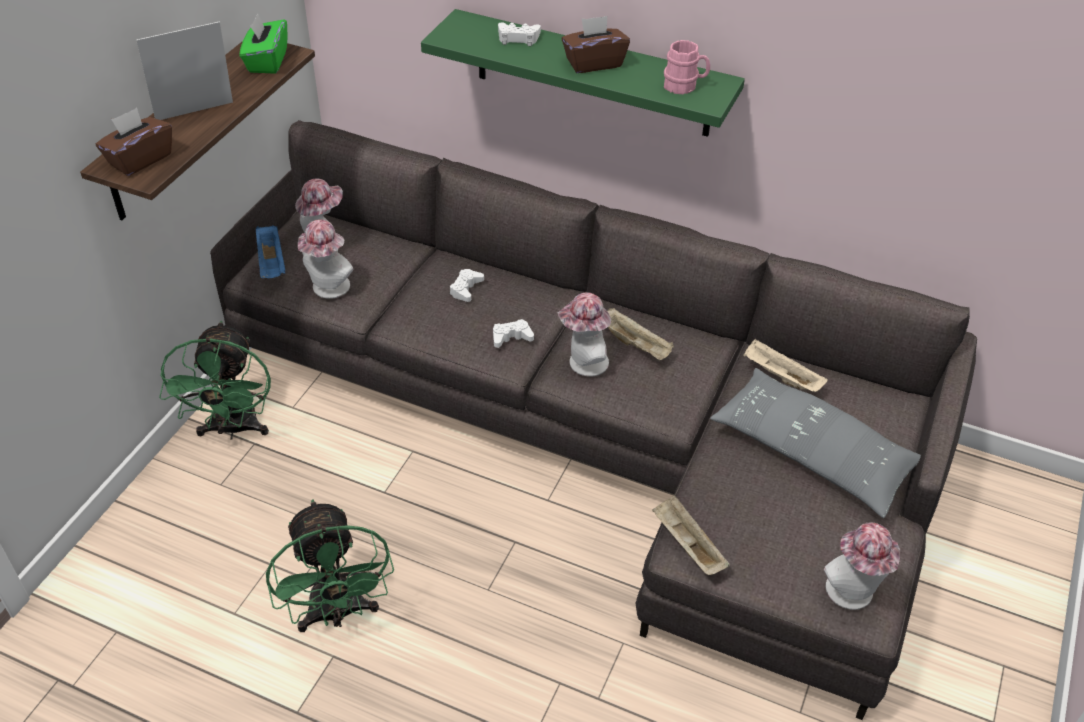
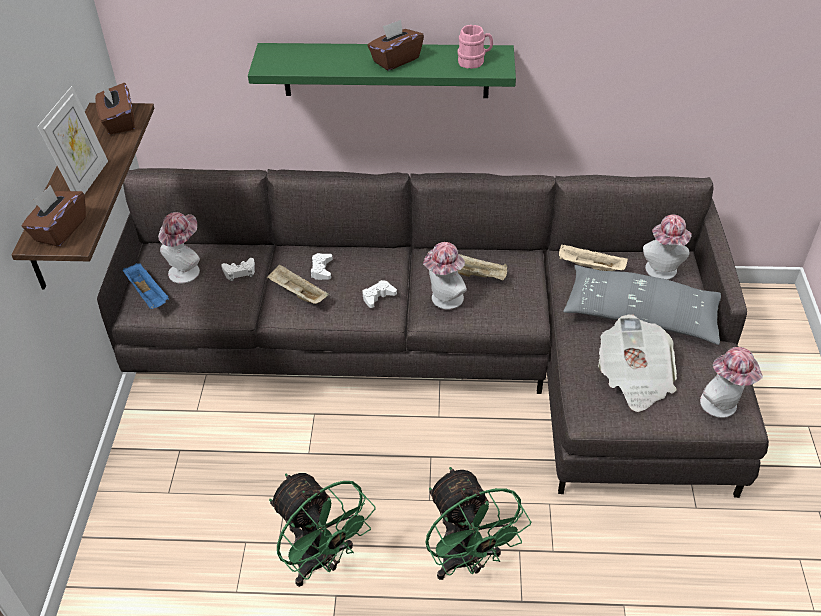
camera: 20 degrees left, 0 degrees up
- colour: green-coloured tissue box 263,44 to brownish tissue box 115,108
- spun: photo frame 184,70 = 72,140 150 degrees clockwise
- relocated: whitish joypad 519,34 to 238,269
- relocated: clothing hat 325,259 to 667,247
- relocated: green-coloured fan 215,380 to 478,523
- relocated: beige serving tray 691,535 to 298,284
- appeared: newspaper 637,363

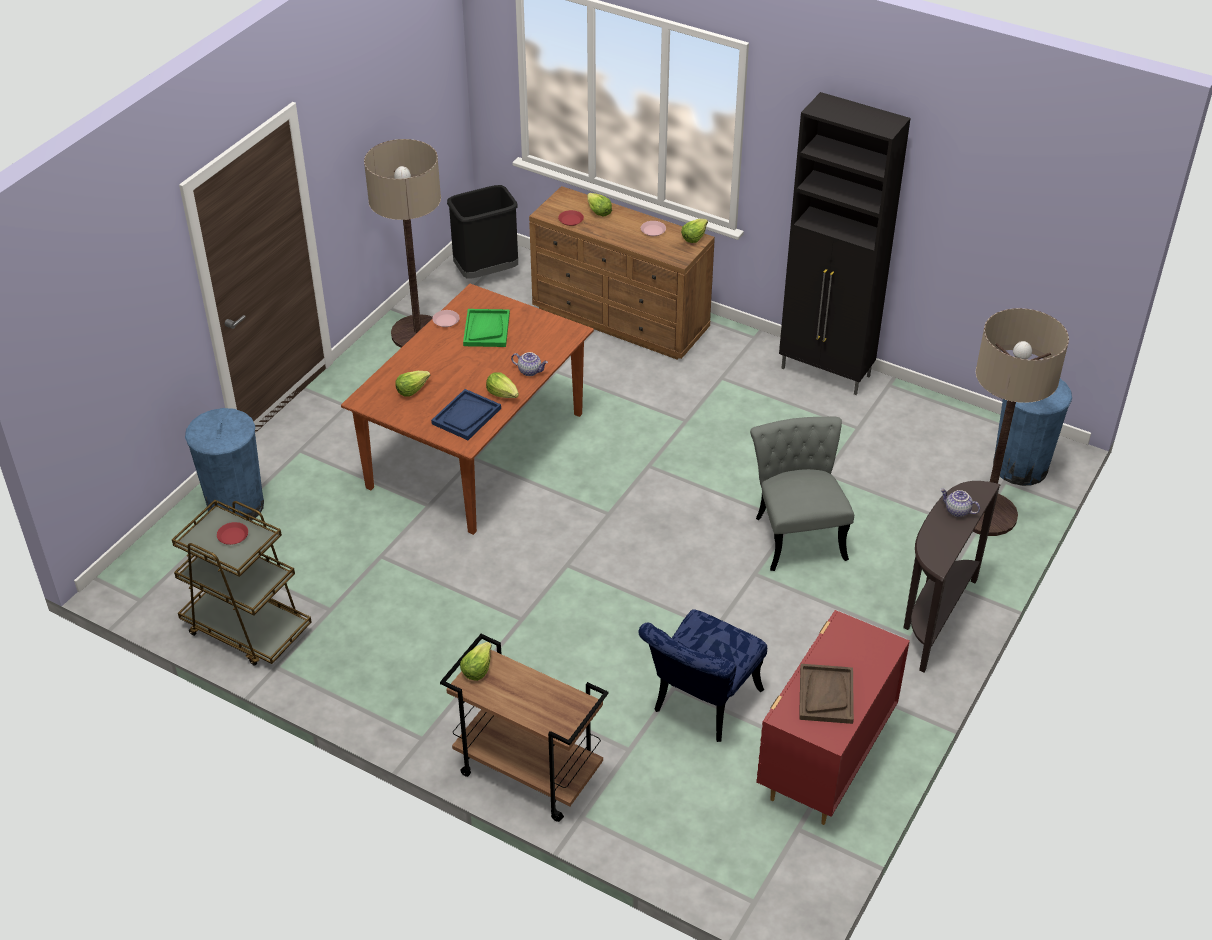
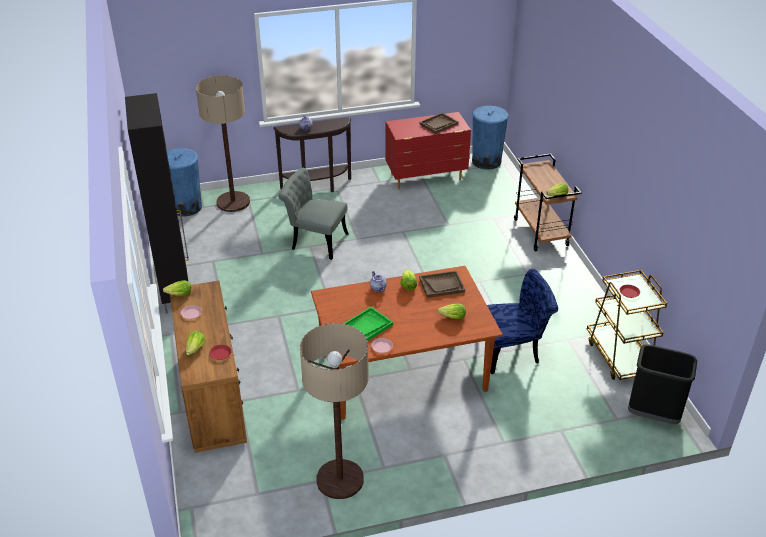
camera: 135 degrees left, 5 degrees down
- relocated: black-coloured trash can 482,232 to 662,384
- colour: blue-coloured serving tray 466,414 to brownish serving tray 442,284
- relocated: blue-coloured trash can 224,464 to 490,138
- spun: greyish chair 802,494 = 313,214 75 degrees clockwise
- relocated: blue-coloured chair 702,675 to 522,321

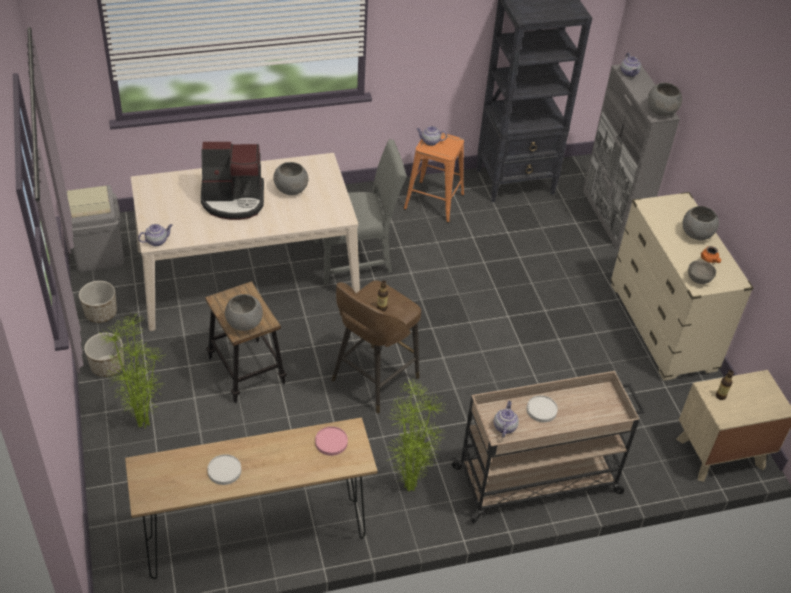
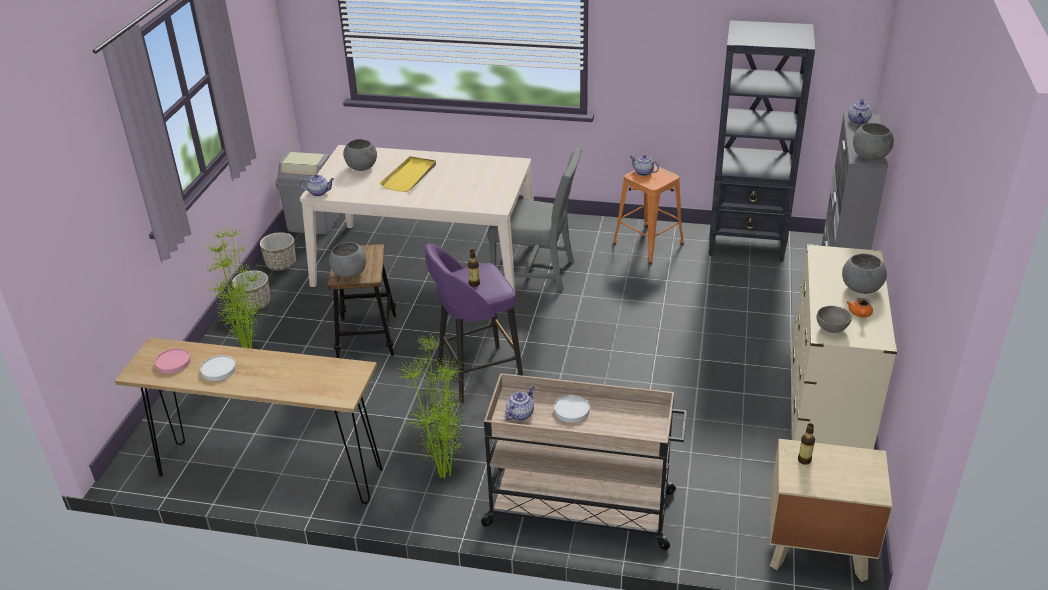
camera: 30 degrees right, 10 degrees down
- exchanged: coffee maker 232,181 to yellow-coloured serving tray 408,174
- relocated: greyish serving bowl 290,178 to 360,155
- colour: brownish stool 376,346 to purple stool 474,323
- relocated: pink-coloured dinner plate 331,441 to 173,361

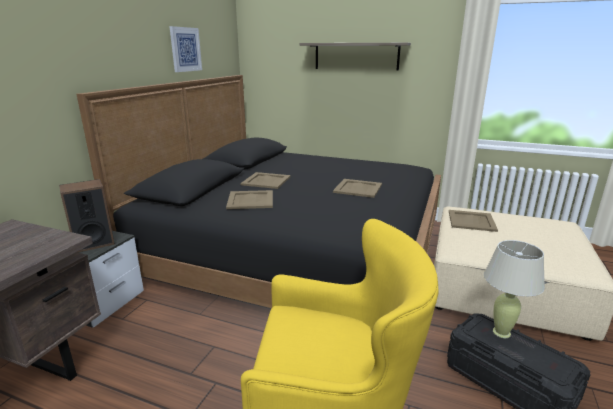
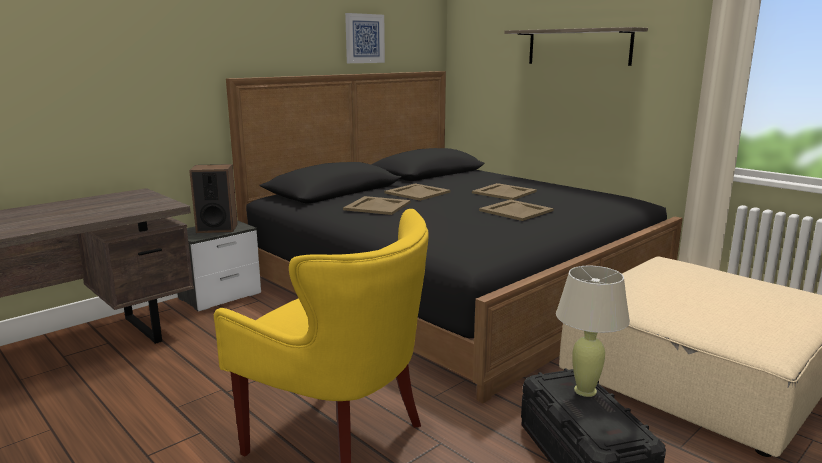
camera: 25 degrees right, 5 degrees down
- relocated: beige serving tray 473,221 to 504,191

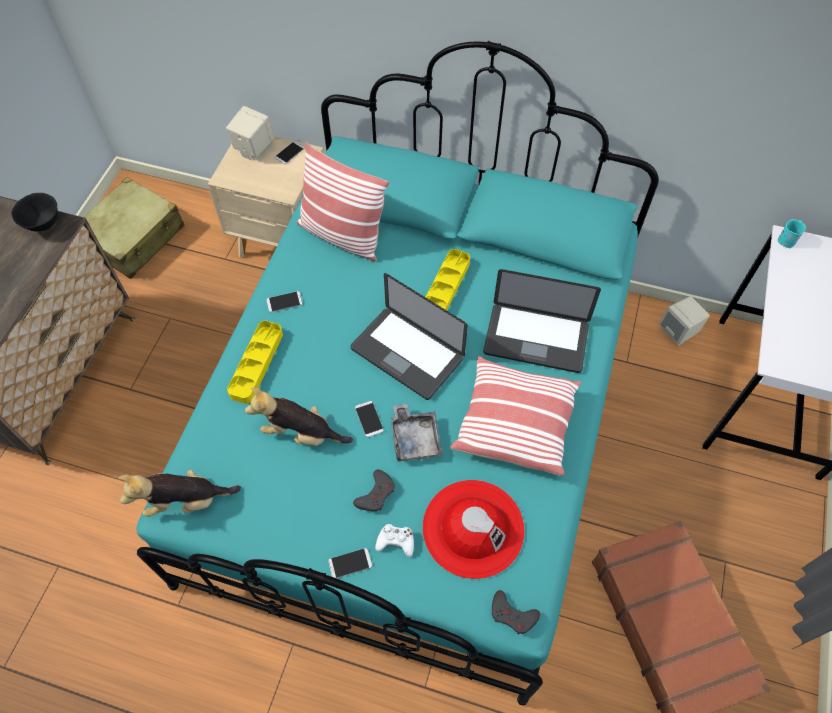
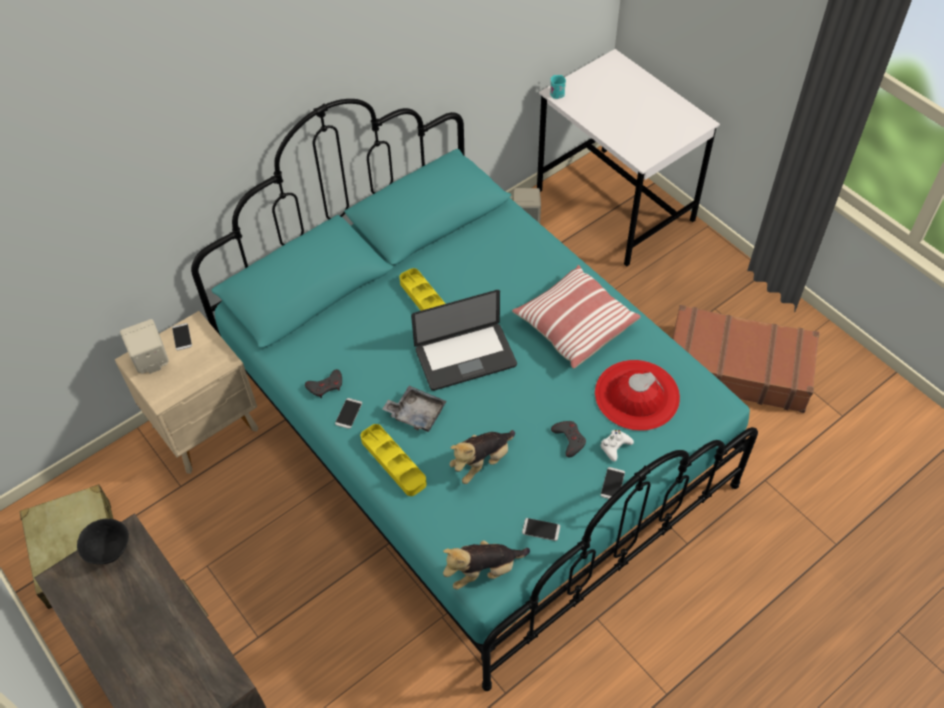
camera: 55 degrees left, 5 degrees down
- missing: throw pillow 343,201
- missing: laptop 542,321
- relocated: phone 369,419 to 541,529
- relocated: greyish serving tray 416,432 to 414,409
- spun: cuddly toy 180,493 = 486,565 45 degrees clockwise
- relocated: greyish joypad 516,612 to 323,383

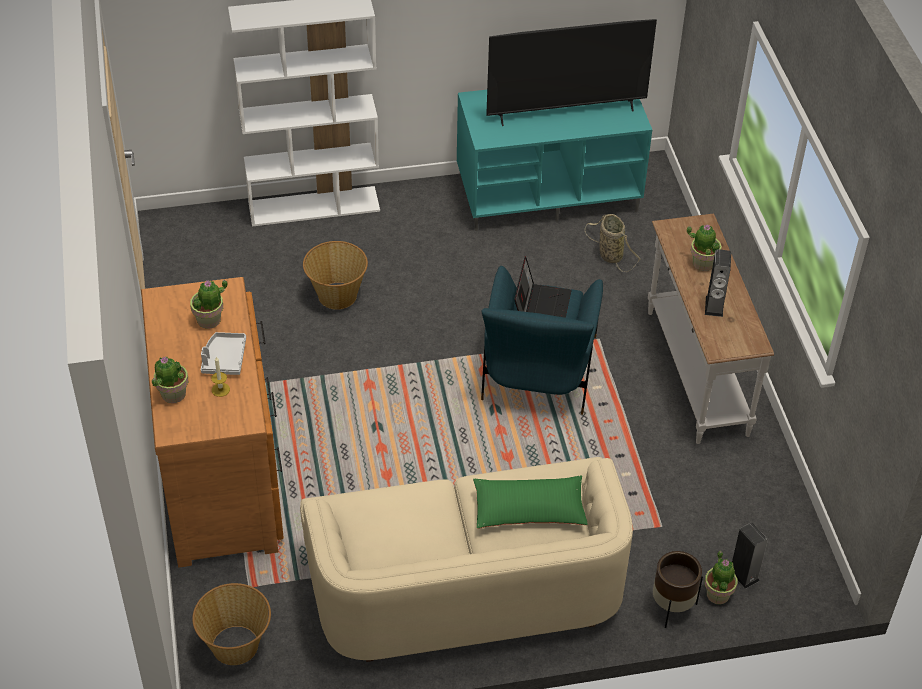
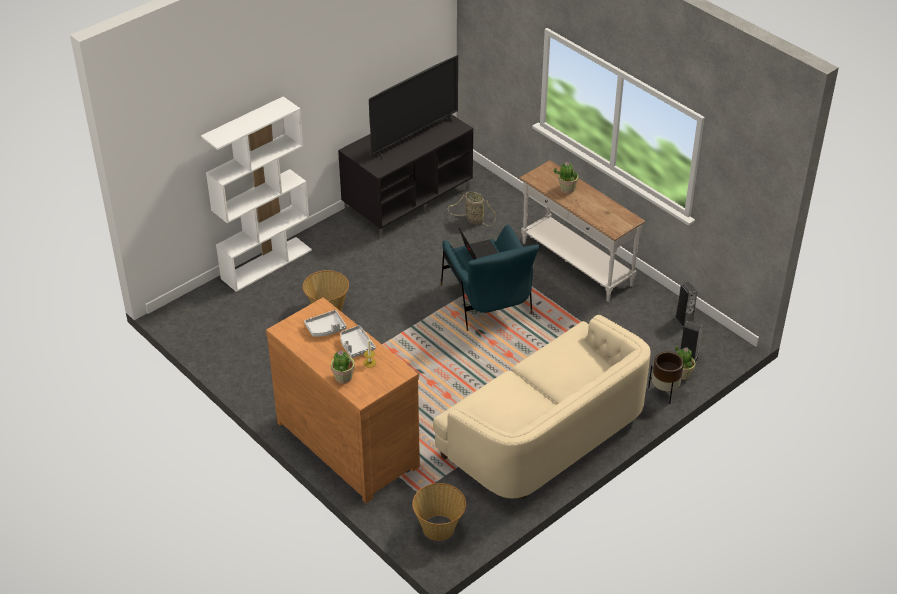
camera: 30 degrees left, 5 degrees down
- colour: blue-green tv stand 554,160 to black-coloured tv stand 405,176
- relocated: speaker 718,283 to 686,304
- exchanged: potted plant 208,304 to greyish serving tray 325,323
- missing: green-coloured throw pillow 530,502

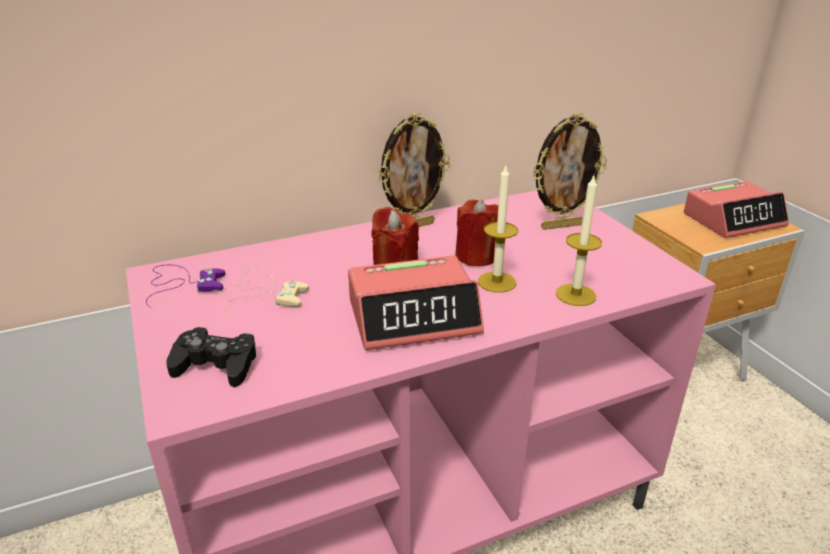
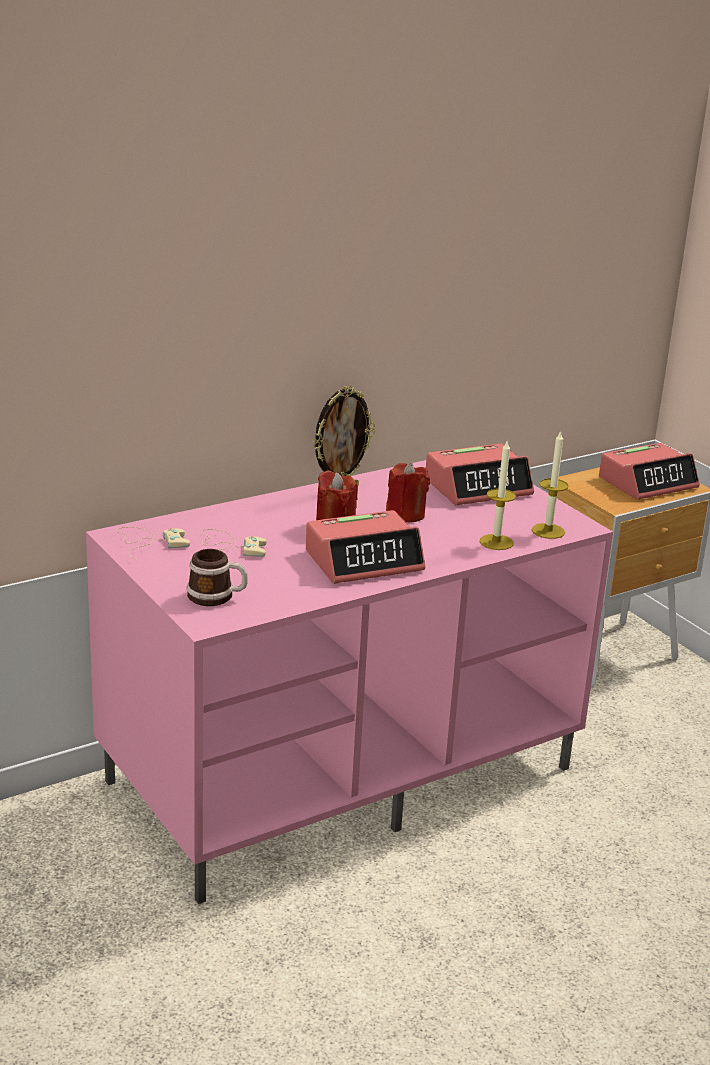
camera: 10 degrees left, 5 degrees down
- exchanged: photo frame 570,171 to bedside clock 480,474
- relocated: wax light 498,229 to 550,484
- colour: purple joypad 185,286 to beige joypad 153,543
- exchanged: black-coloured joypad 211,357 to tea mug 217,577

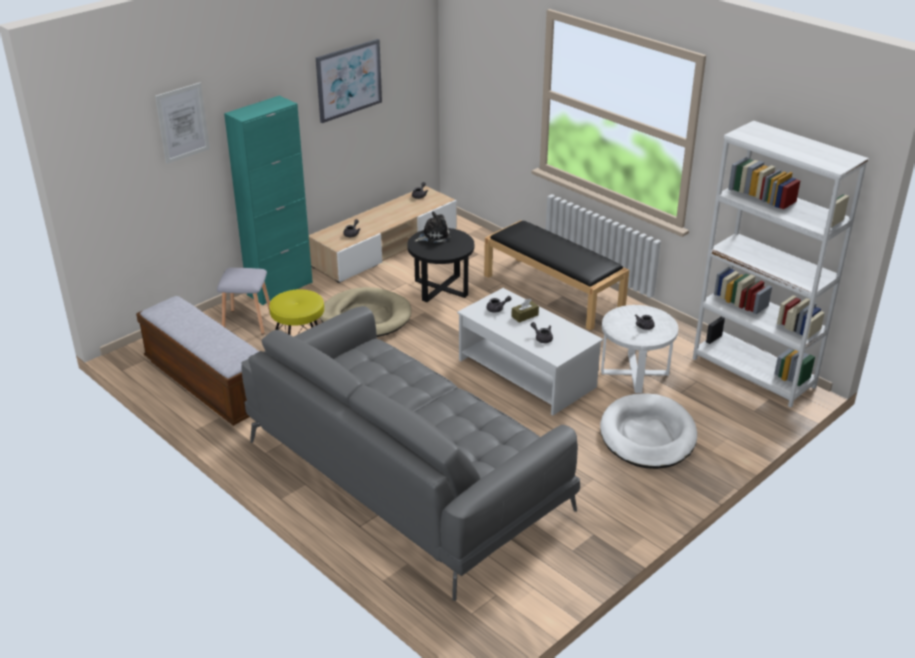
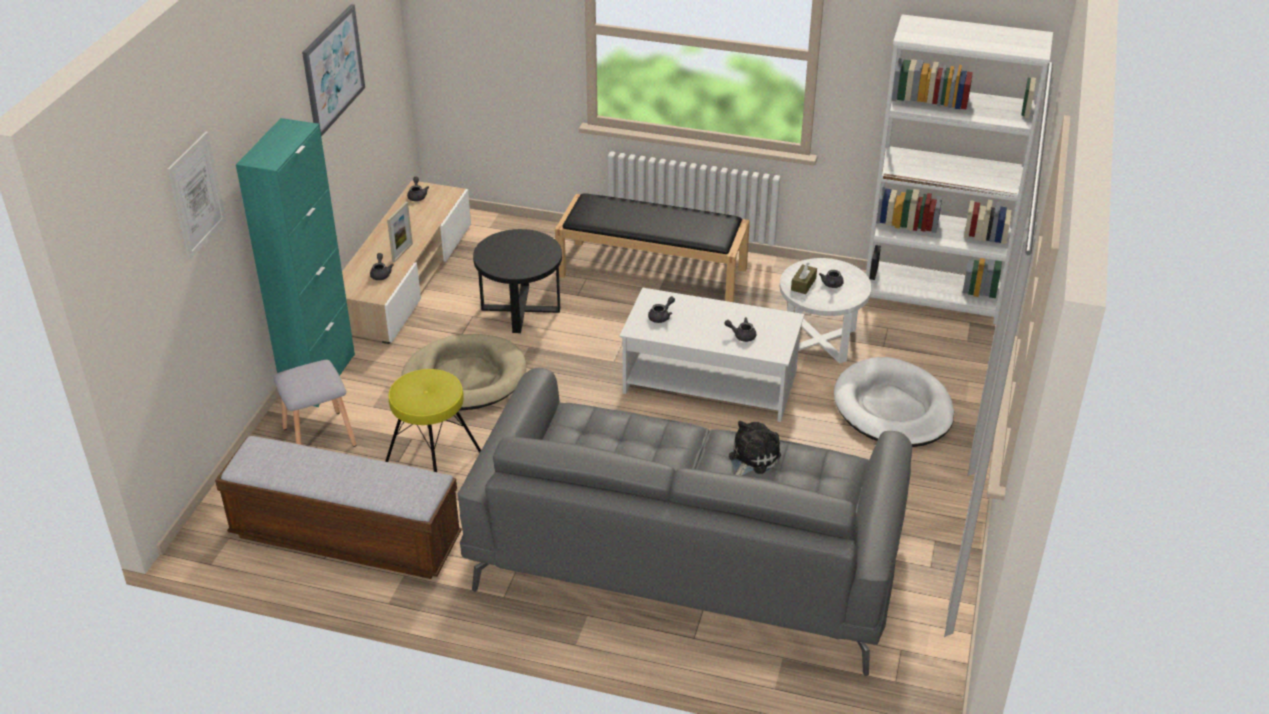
camera: 30 degrees left, 5 degrees up
- relocated: cuddly toy 433,227 to 755,448
- relocated: brownish tissue box 525,310 to 804,278
- appeared: photo frame 400,232

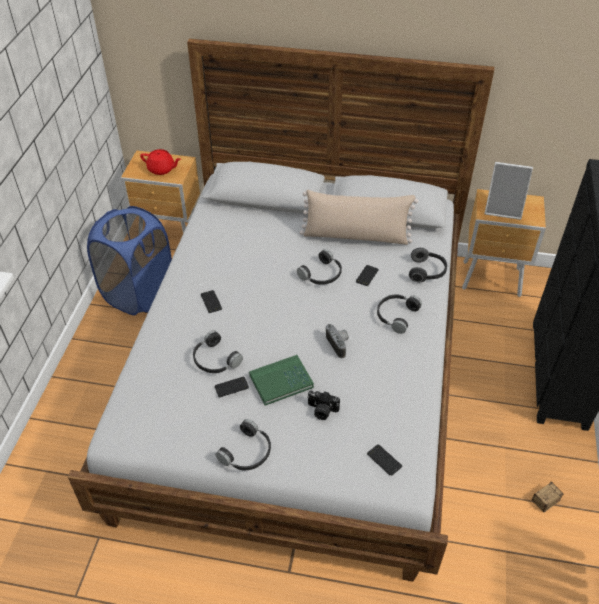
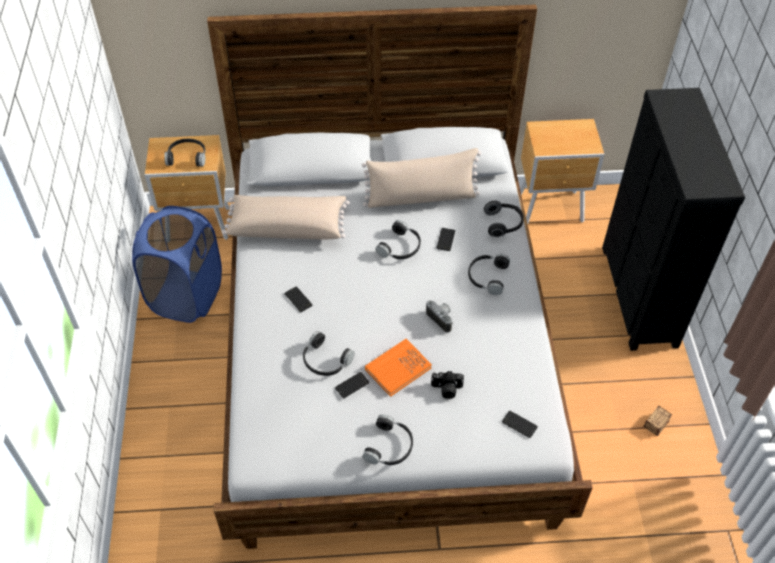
camera: 15 degrees left, 5 degrees up
- exchanged: reddish teapot 160,162 to black-coloured pair of headphones 184,152
- missing: photo frame 508,191
- colour: green-coloured book 281,380 to orange book 398,368
- appeared: beige throw pillow 286,217

